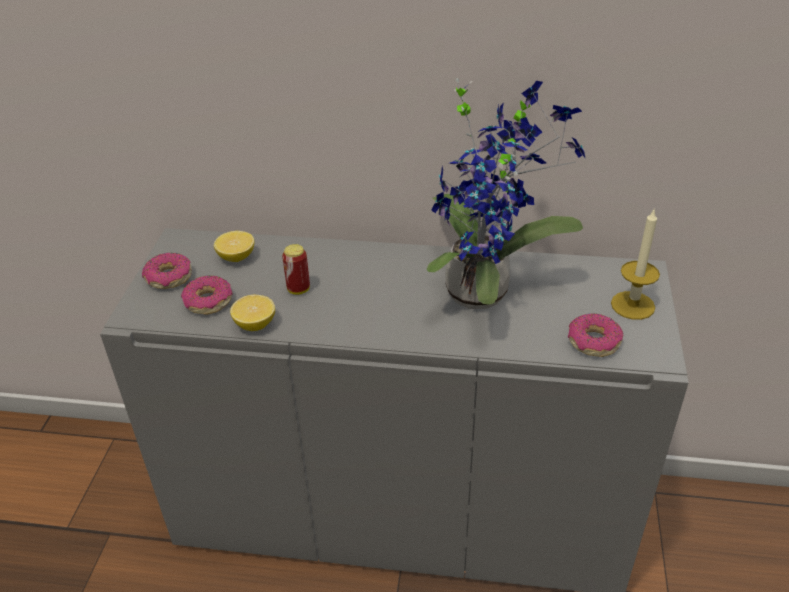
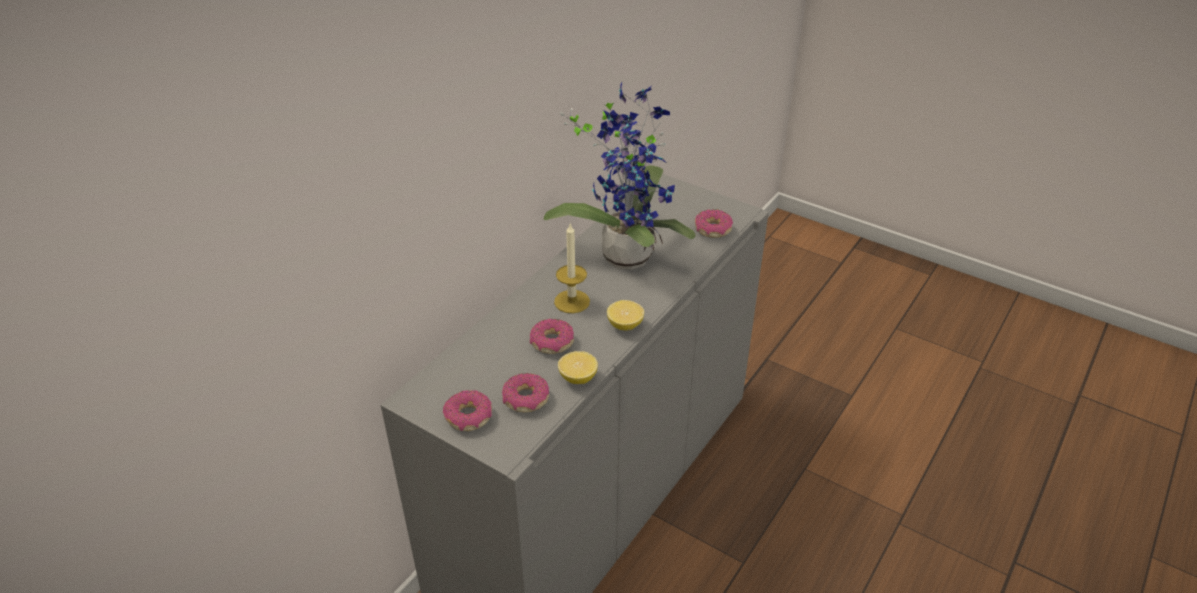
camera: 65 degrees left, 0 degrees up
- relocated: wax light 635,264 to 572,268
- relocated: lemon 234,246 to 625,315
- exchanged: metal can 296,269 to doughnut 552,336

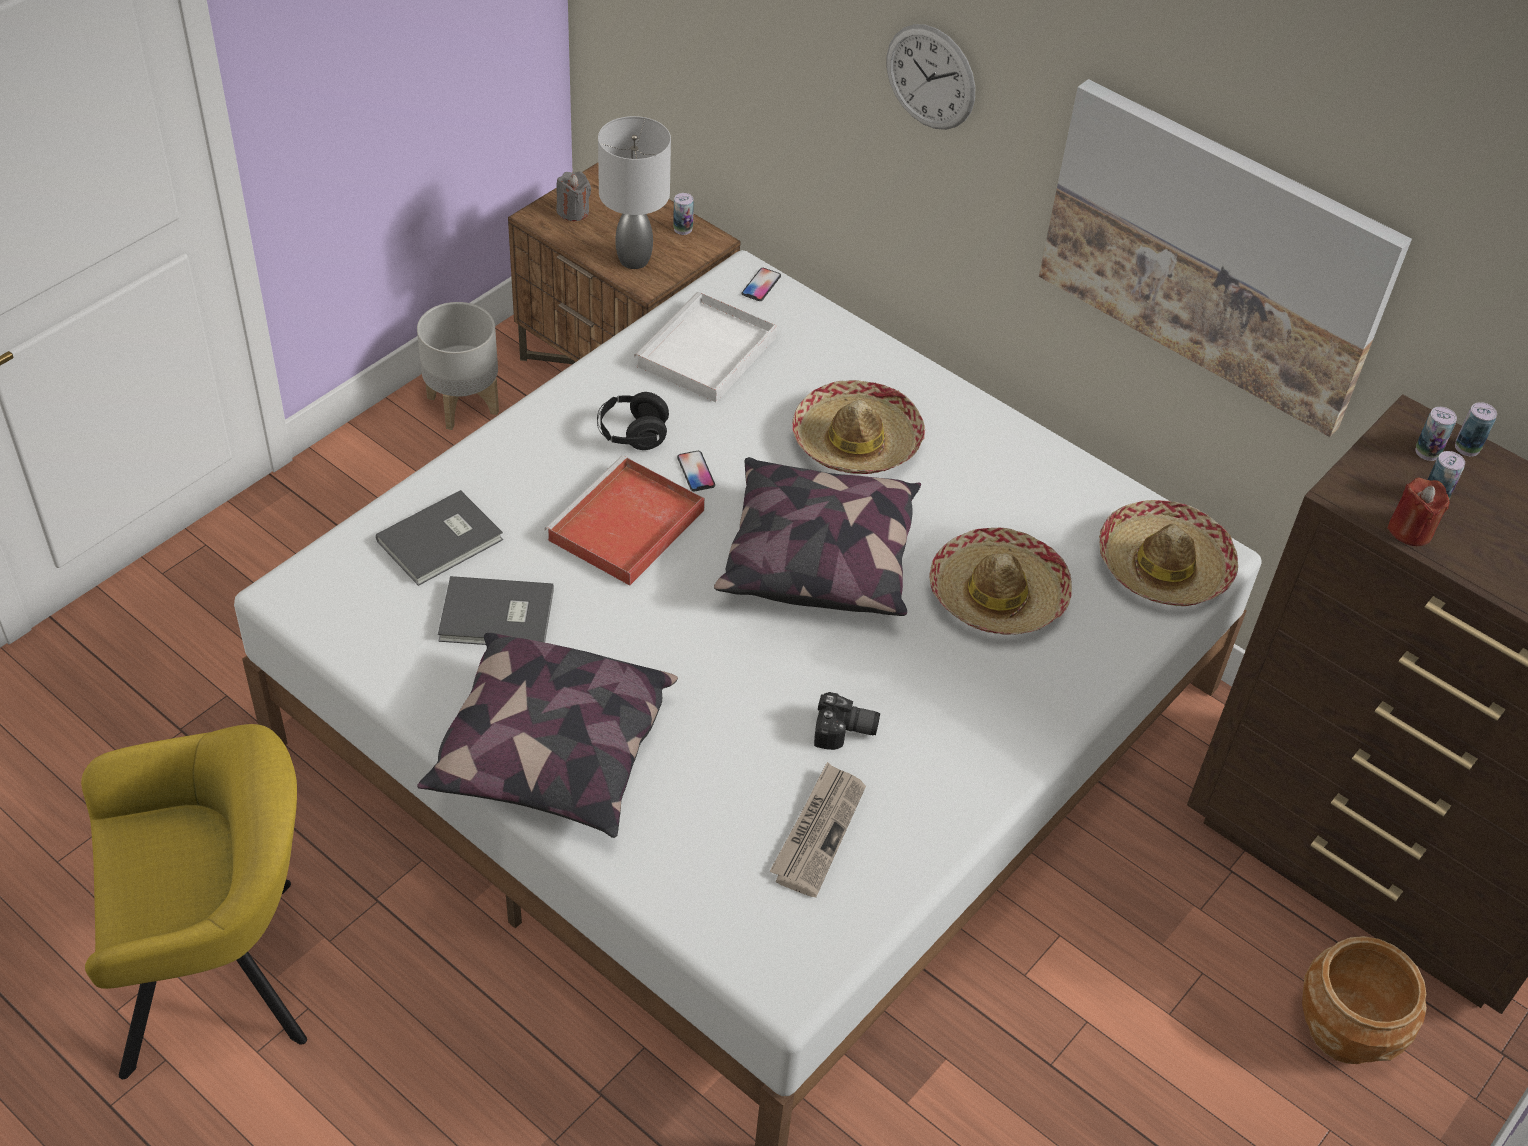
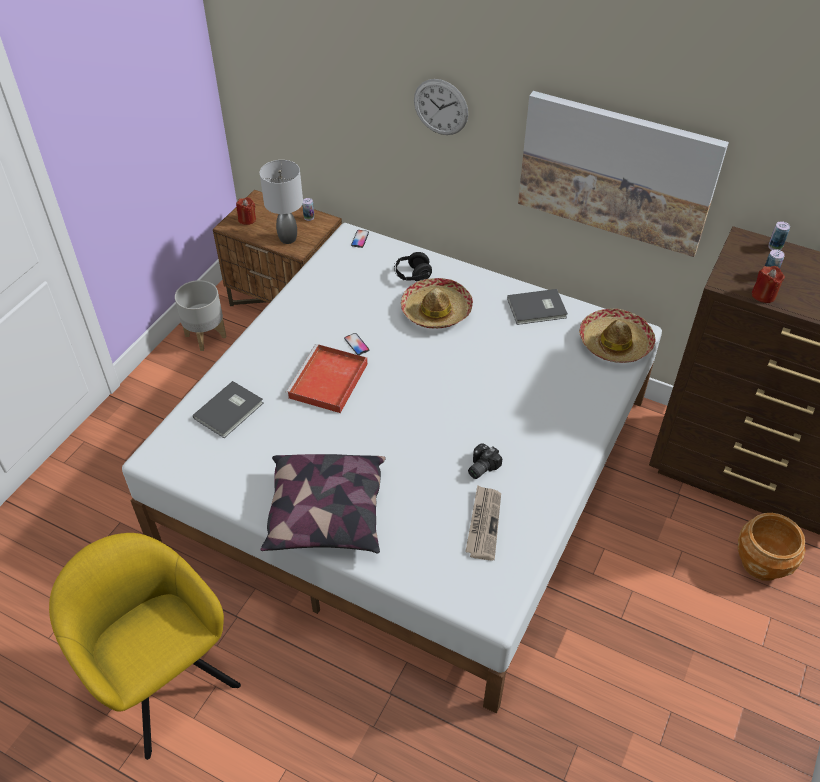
camera: 10 degrees left, 0 degrees up
- colour: greyish wax light 573,196 to reddish wax light 246,211
- missing: whitish serving tray 705,347
- relocated: black-coloured pair of headphones 633,421 to 413,266
- missing: metal can 1436,434
- missing: throw pillow 817,536
- missing: clothing hat 1000,581
- relocated: greyish book 496,610 to 537,307
- spun: still camera 847,721 = 485,461 135 degrees clockwise
- spun: yellow-coloured easy chair 194,901 = 145,646 105 degrees counterclockwise

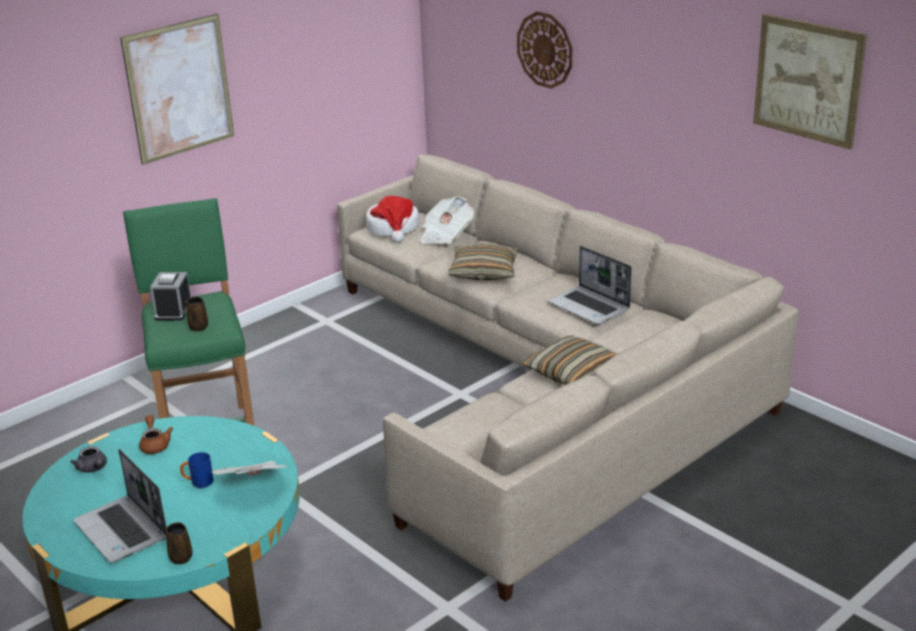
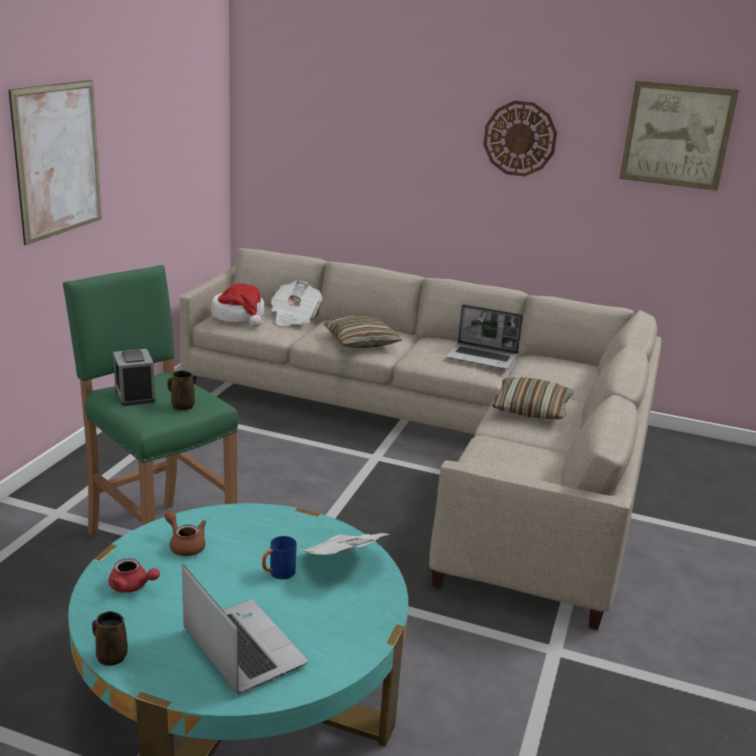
camera: 30 degrees left, 5 degrees down
- relocated: hanging clock 544,50 to 520,139
- colour: greyish teapot 88,459 to reddish teapot 134,575
- spun: laptop 120,506 = 245,629 150 degrees counterclockwise
- relocated: brownish tea mug 179,543 to 110,638

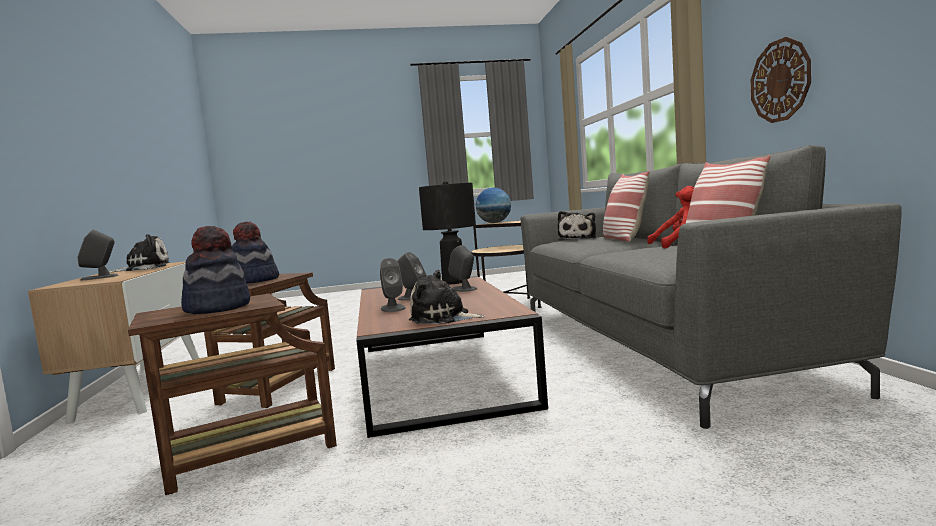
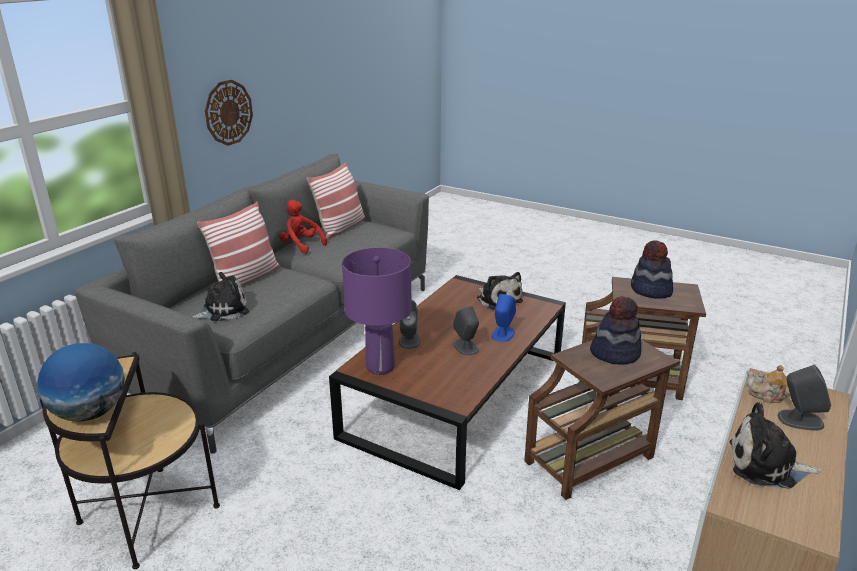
camera: 140 degrees left, 20 degrees up
- colour: black-coloured tabletop lamp 447,232 to purple tabletop lamp 377,311
- colour: greyish speaker 393,285 to blue-coloured speaker 504,318
- appeared: teapot 768,384

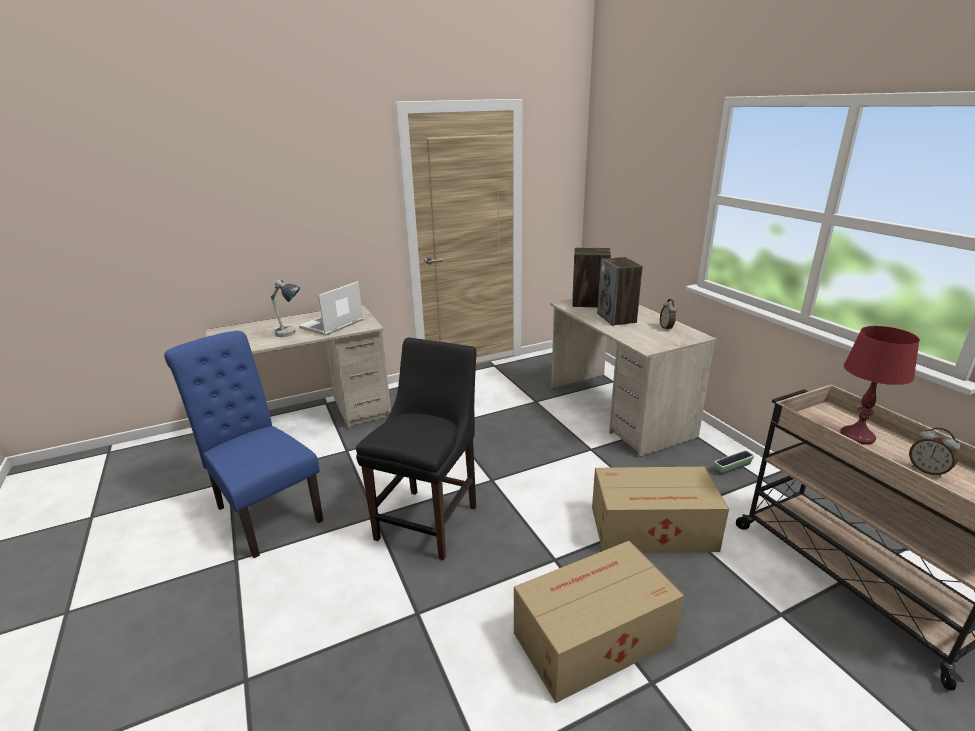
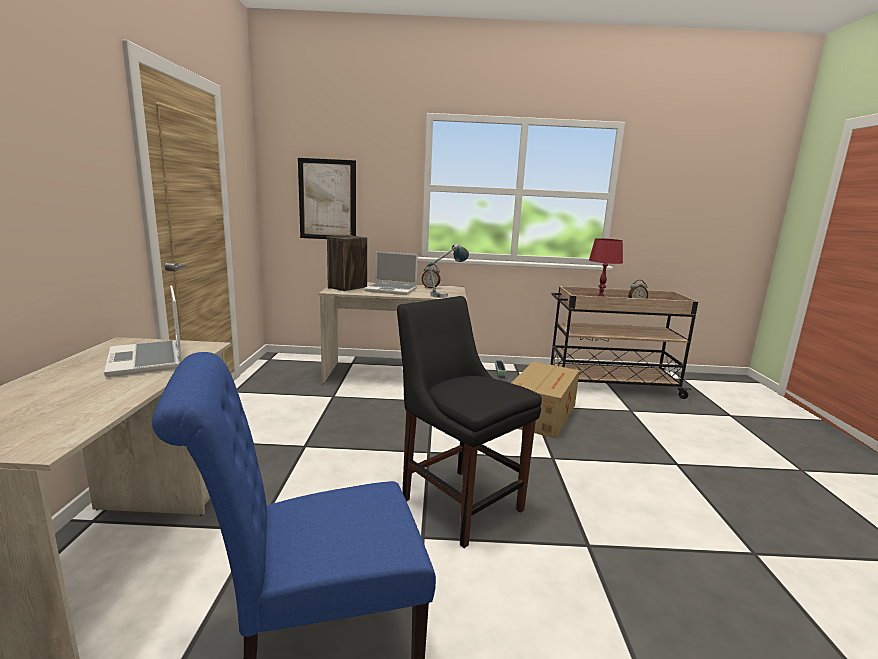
camera: 65 degrees left, 10 degrees down
- exchanged: speaker 620,291 to laptop 391,273
- relocated: tabletop lamp 285,308 to 448,270
- missing: carton 599,622
- appeared: picture 327,198

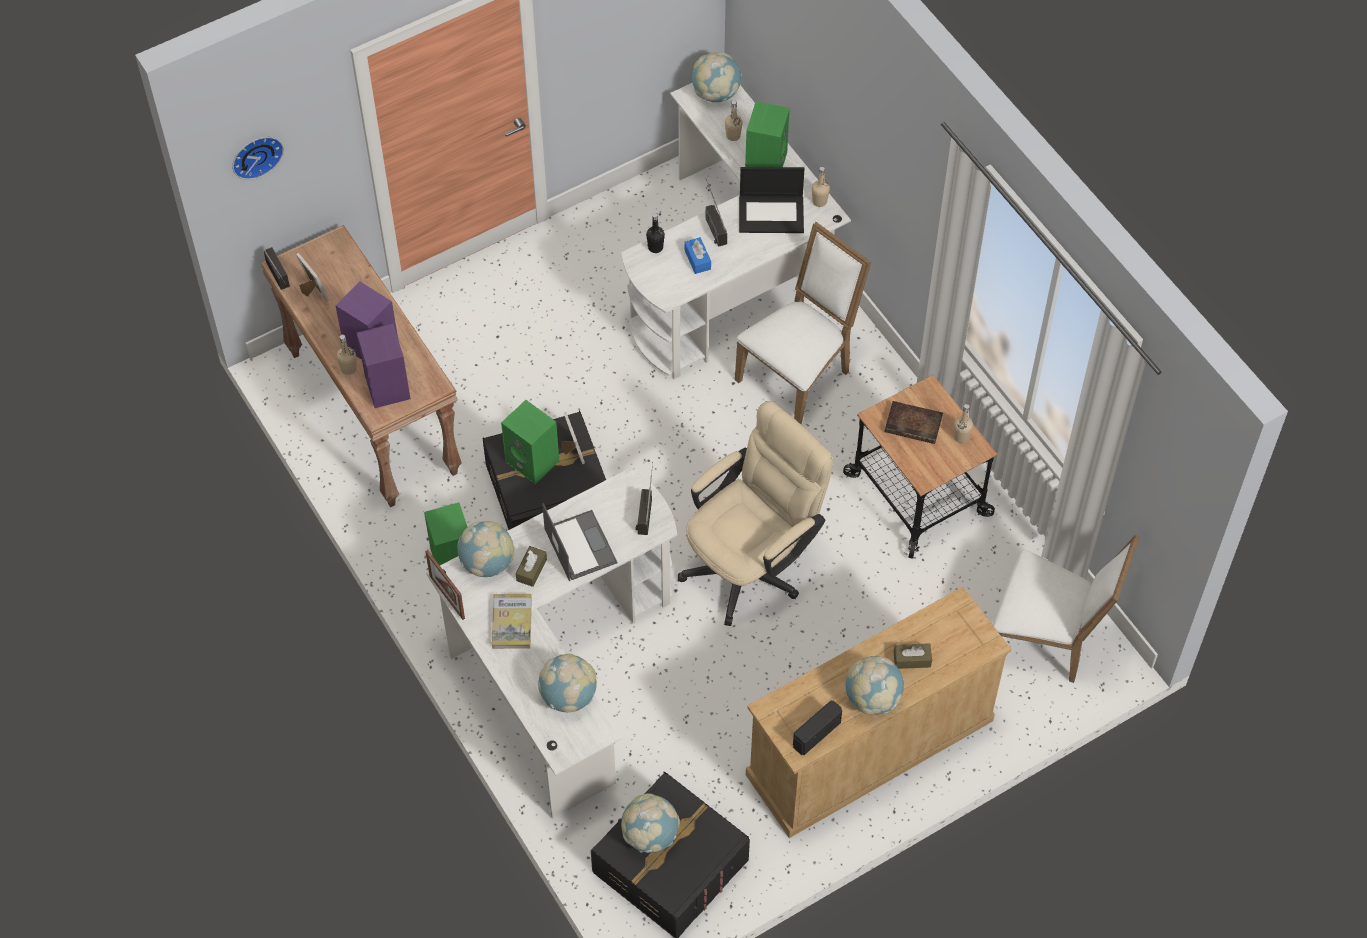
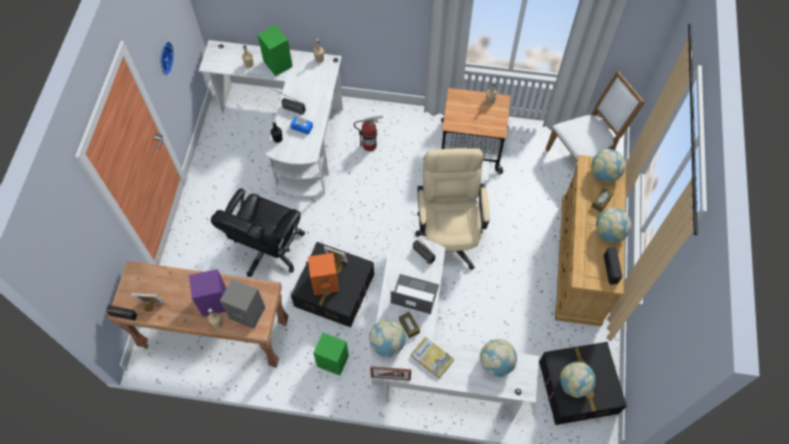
camera: 50 degrees left, 5 degrees up
- relocated: globe 717,77 to 608,166
- relocated: hanging clock 258,158 to 167,59
- missing: laptop 771,200
- exchanged: whitish chair 803,323 to fire-fighting cylinder 368,133
- colour: purple speaker 384,366 to greyish speaker 242,304
- colour: green-coloured speaker 530,442 to orange speaker 323,274
- missing: book 914,422
- appeared: black-coloured computer chair 258,233

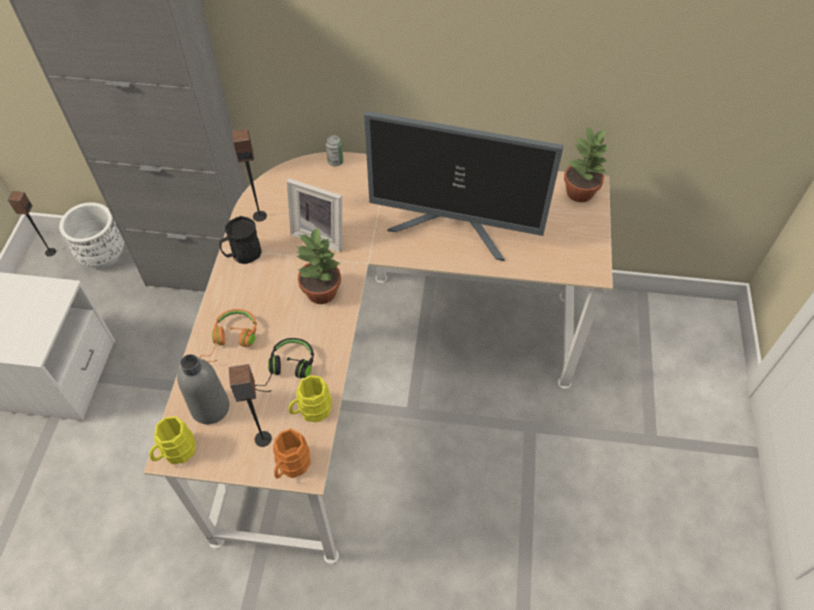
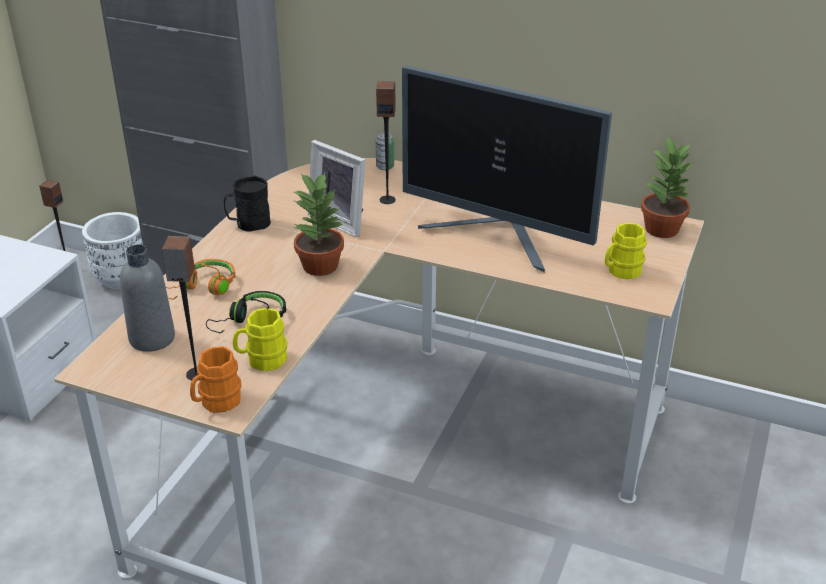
camera: 15 degrees right, 20 degrees down
- relocated: speaker 249,175 to 386,142
- relocated: yellow-coloured tea mug 172,440 to 626,251

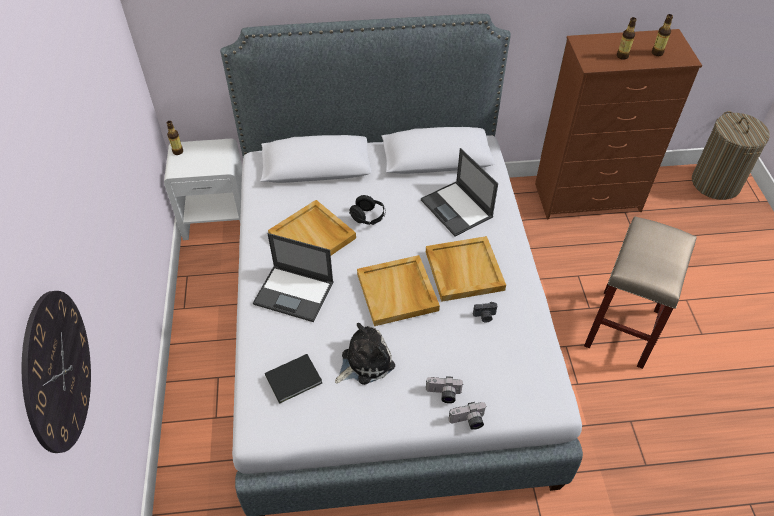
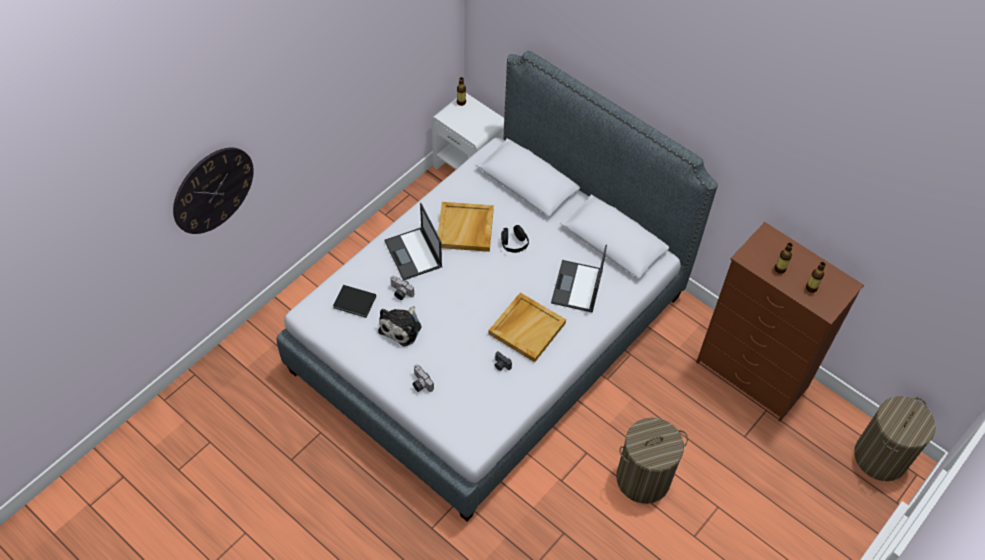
camera: 45 degrees right, 5 degrees up
- exchanged: beige stool 640,293 to hamper 652,461
- missing: beige serving tray 398,290
- spun: cuddly toy 365,354 = 399,326 105 degrees clockwise
- relocated: still camera 467,416 to 402,288

